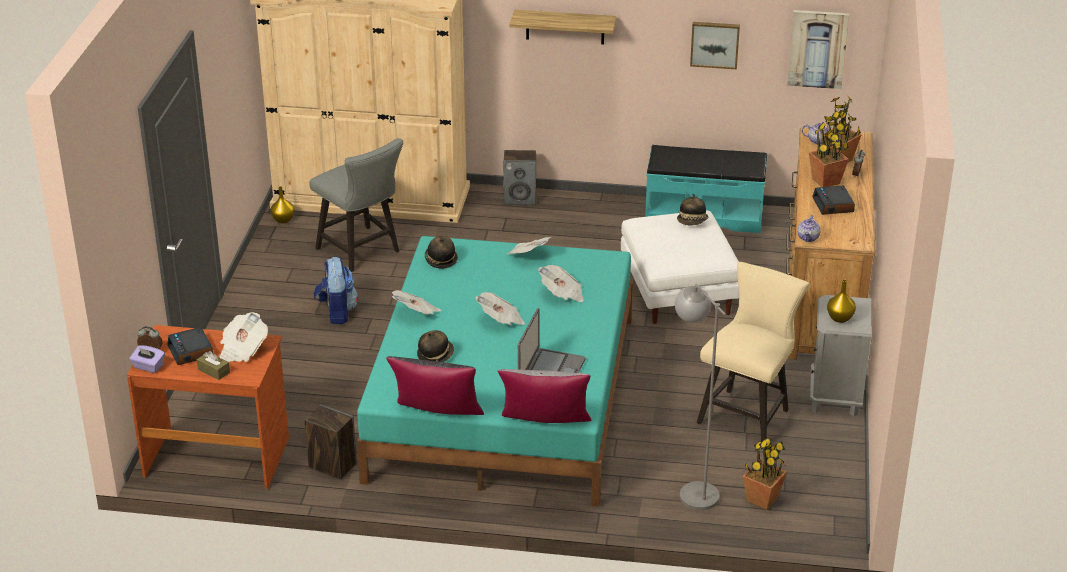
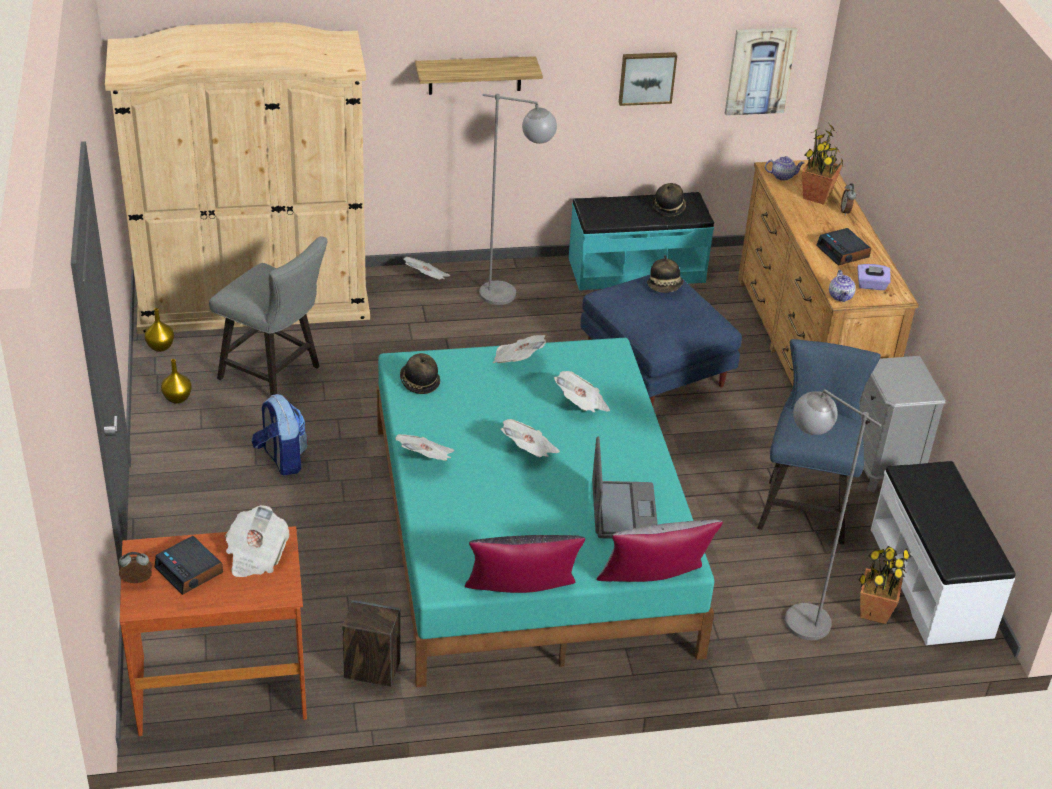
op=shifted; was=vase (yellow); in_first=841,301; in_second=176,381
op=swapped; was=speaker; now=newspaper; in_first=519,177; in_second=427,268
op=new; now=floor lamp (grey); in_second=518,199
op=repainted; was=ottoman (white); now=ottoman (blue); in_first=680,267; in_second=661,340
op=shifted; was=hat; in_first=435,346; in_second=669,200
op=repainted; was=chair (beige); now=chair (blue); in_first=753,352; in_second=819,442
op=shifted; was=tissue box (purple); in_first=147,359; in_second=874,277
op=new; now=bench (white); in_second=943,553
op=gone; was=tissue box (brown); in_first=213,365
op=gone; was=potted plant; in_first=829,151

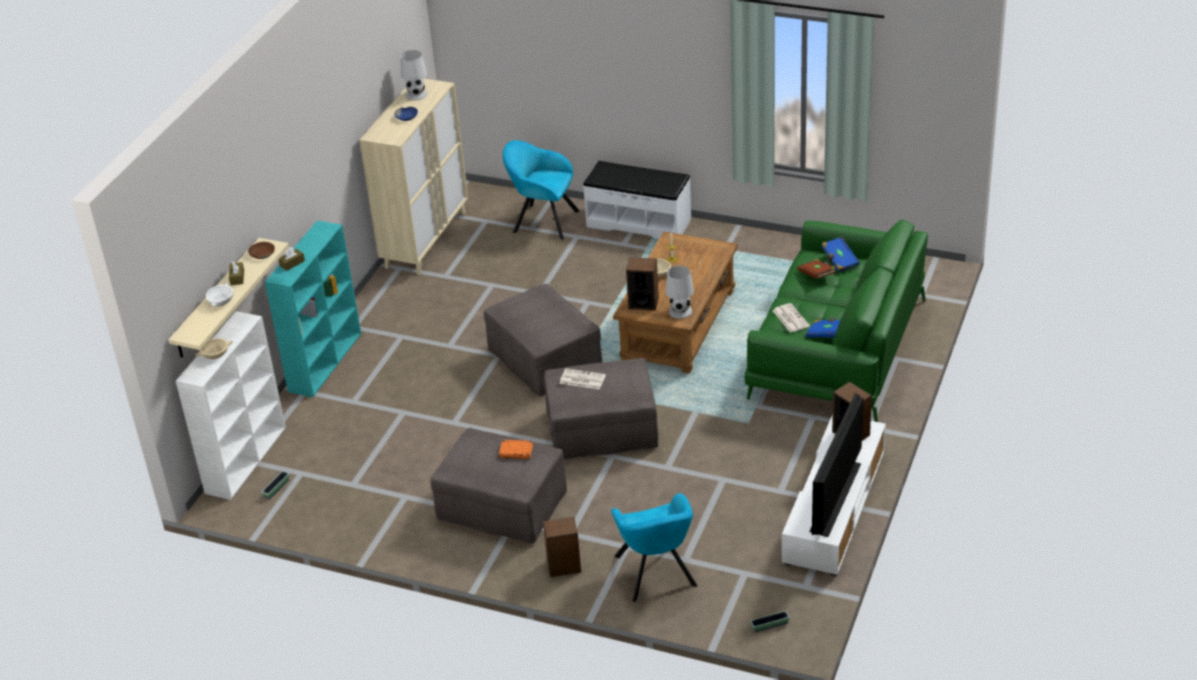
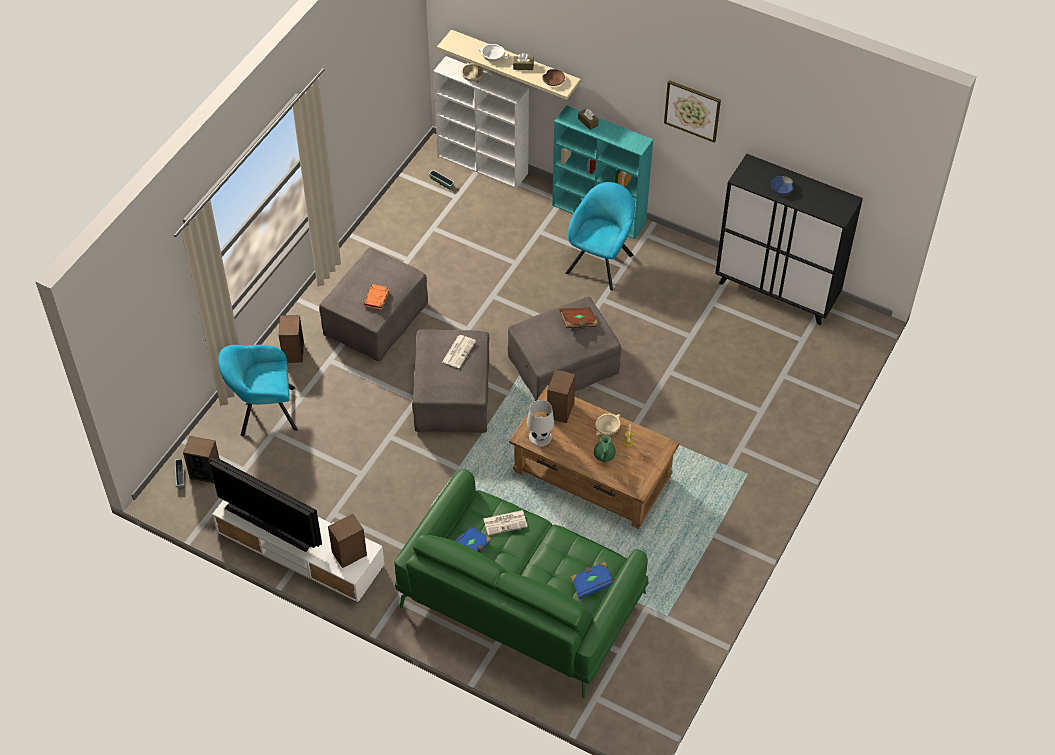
op=new; now=speaker; in_second=201,459
op=shifted; was=book (brown); in_first=816,269; in_second=578,318
op=shifted; was=armchair (turquoise); in_first=541,190; in_second=600,236
op=new; now=teapot (green); in_second=605,448
op=new; now=picture; in_second=692,111
op=repainted; was=cabinet (beige); now=cabinet (black); in_first=414,176; in_second=789,239
op=gone; was=table lamp (white); in_first=413,75
op=gone; was=bench (white); in_first=637,200

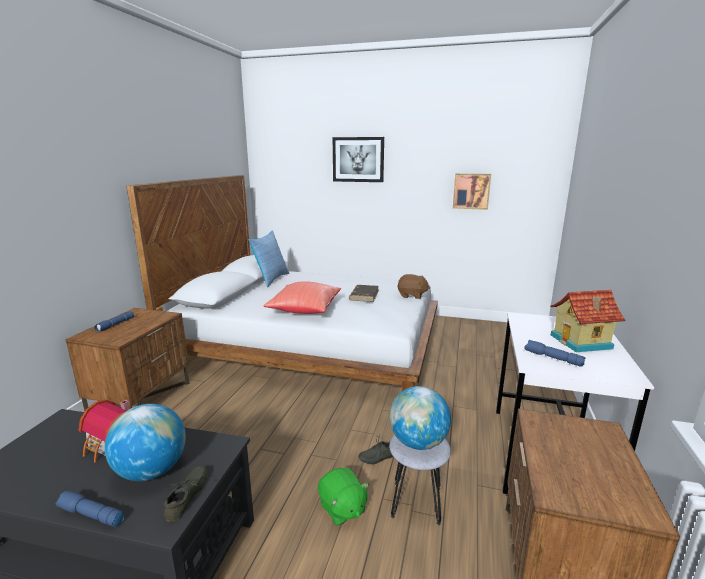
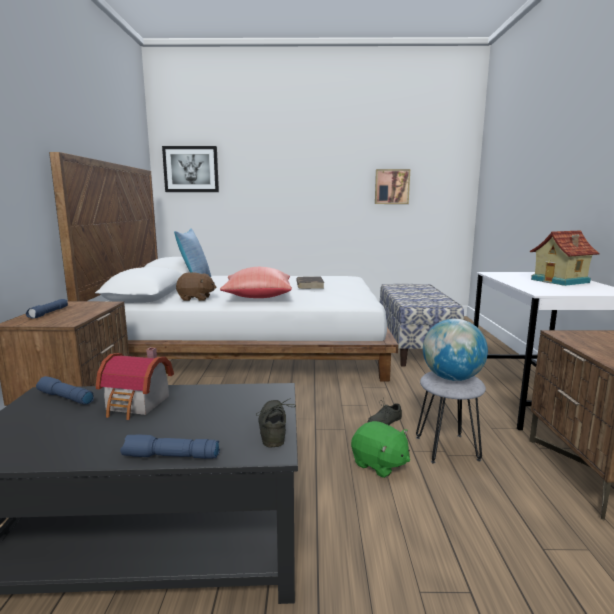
op=shifted; was=flashlight (blue); in_first=555,353; in_second=65,390
op=shifted; was=picture; in_first=358,159; in_second=190,169
op=shifted; was=plush toy (brown); in_first=413,286; in_second=196,286
op=new; now=bench; in_second=422,325
op=gone; was=globe; in_first=145,442

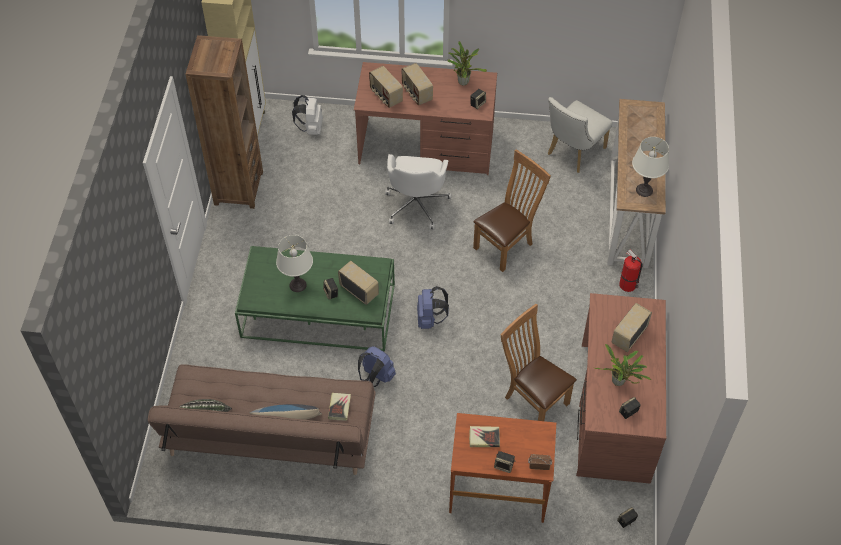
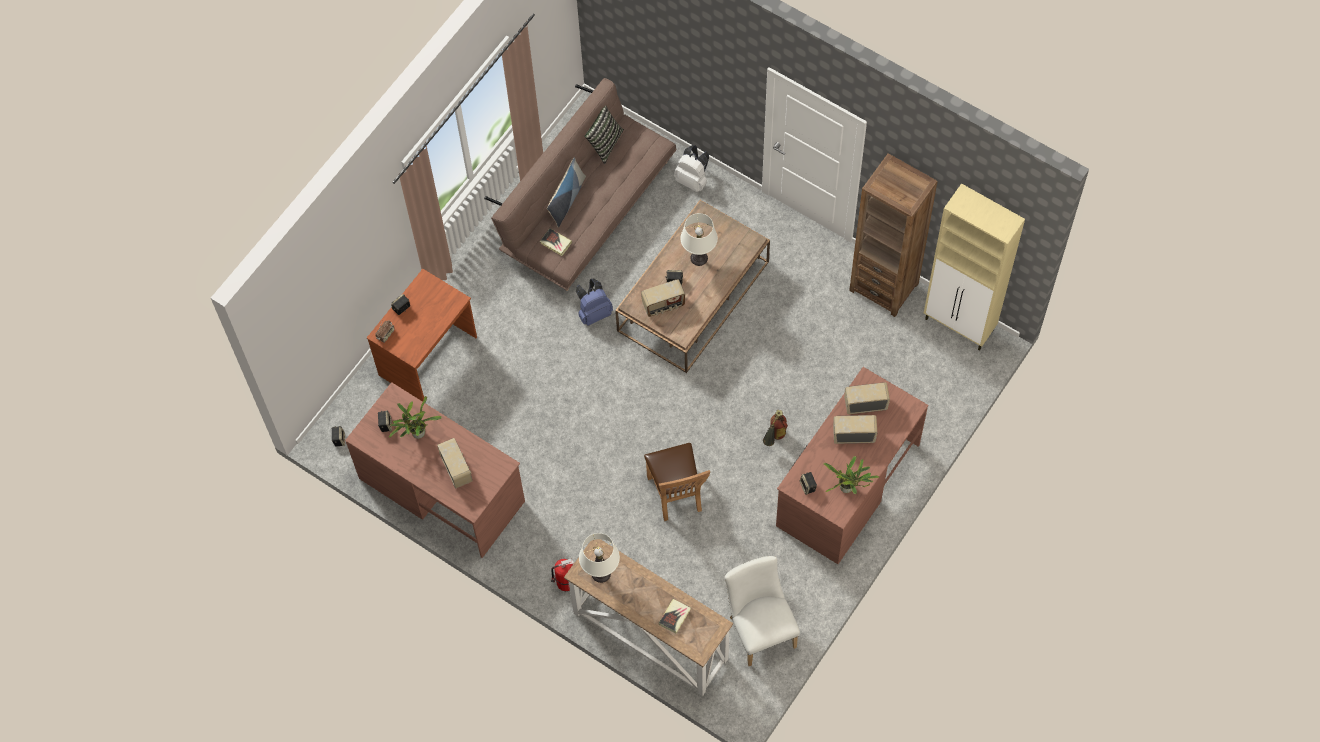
op=repainted; was=coffee table (green); now=coffee table (brown); in_first=315,299; in_second=692,286
op=shifted; was=book; in_first=484,436; in_second=675,616
op=shifted; was=backpack (white); in_first=307,115; in_second=691,168
op=swapped; was=office chair (white); now=fire extinguisher; in_first=418,191; in_second=775,428
op=gone; was=backpack (blue); in_first=433,307
op=gone; was=chair (brown); in_first=538,362

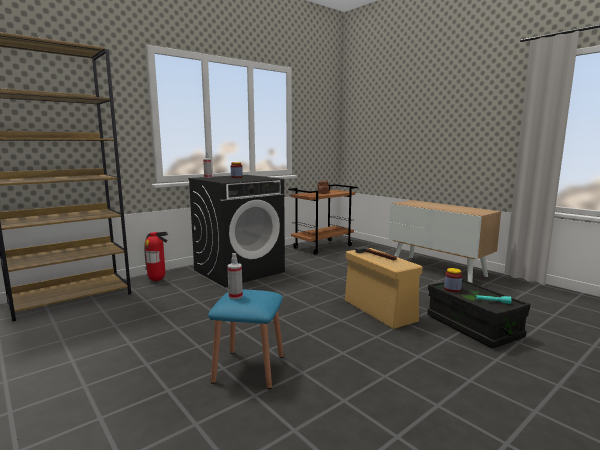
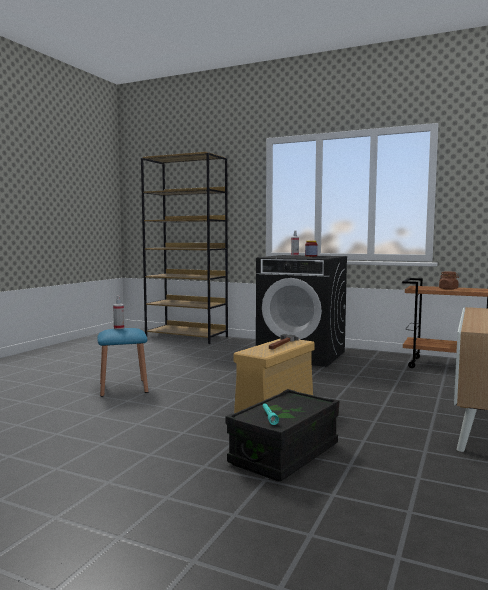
op=gone; was=fire extinguisher; in_first=156,256
op=gone; was=jar; in_first=453,280

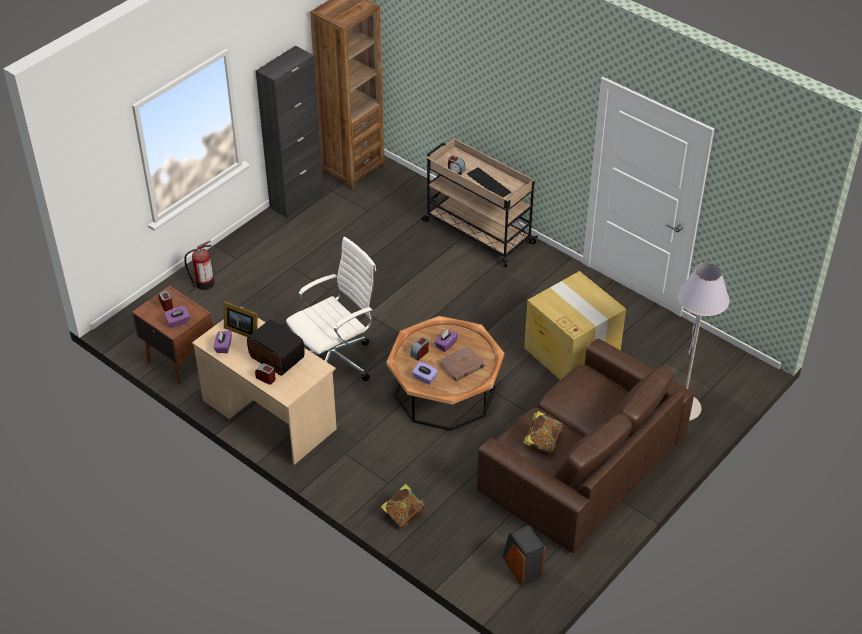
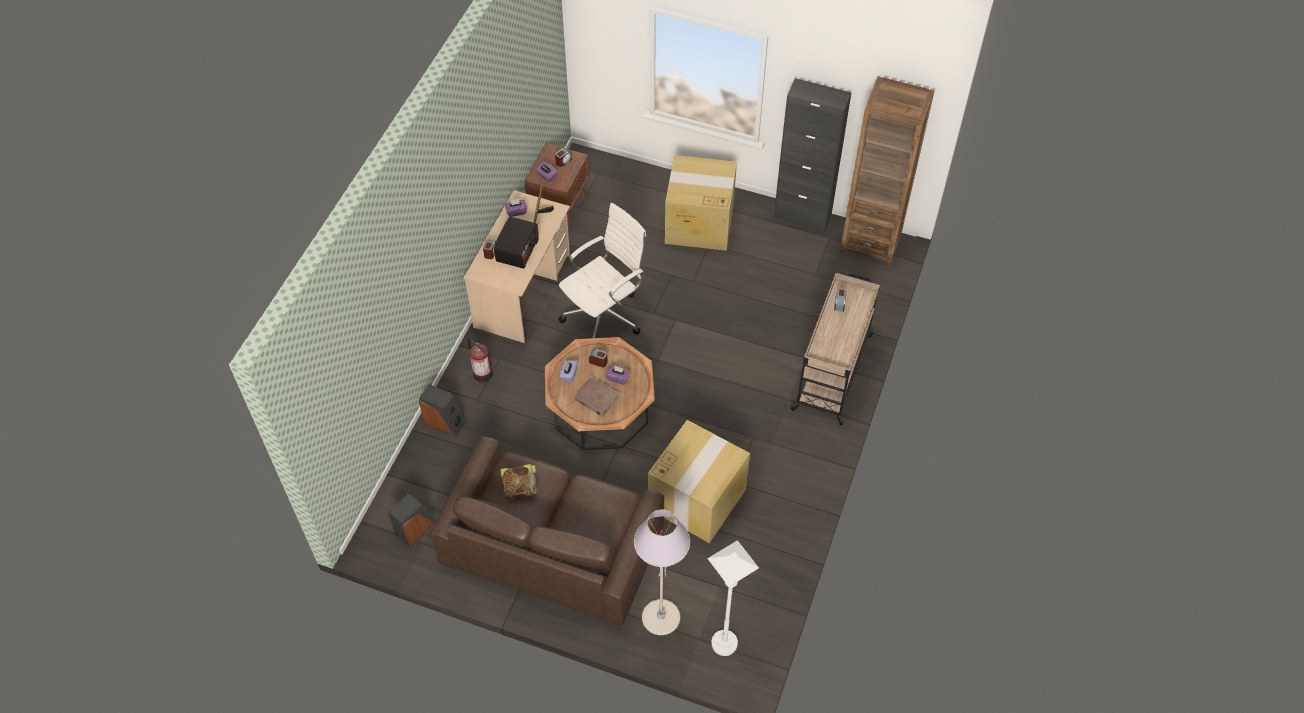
op=swapped; was=book; now=speaker; in_first=403,506; in_second=442,410
op=shifted; was=fire extinguisher; in_first=199,265; in_second=480,360
op=rotated; was=office chair (white); in_first=331,309; in_second=602,270; clockwise=-75
op=new; now=cardboard box; in_second=701,203
op=new; now=floor lamp (white); in_second=733,598
op=gone; was=keyboard; in_first=489,182

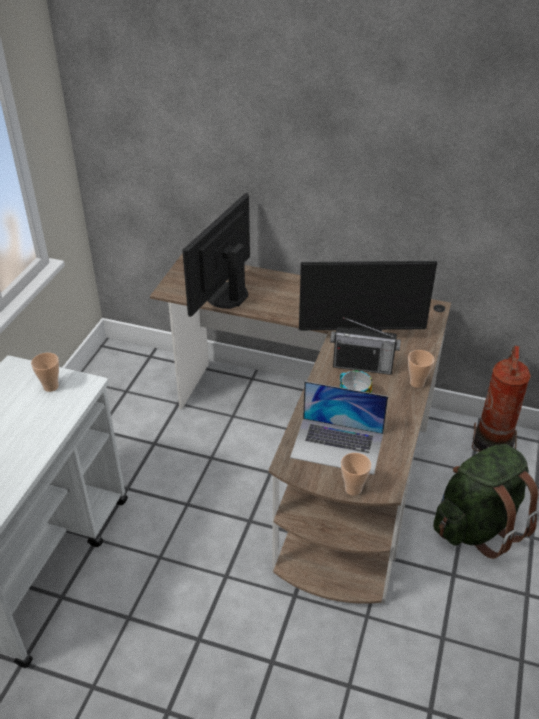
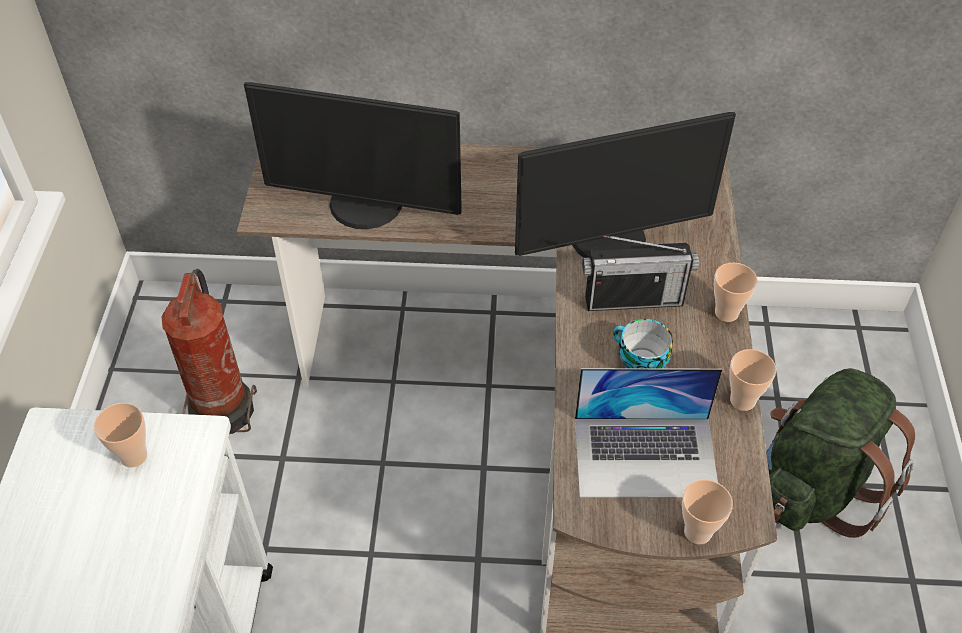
op=shifted; was=fire extinguisher; in_first=501,399; in_second=209,351
op=rotated; was=monitor; in_first=216,255; in_second=353,155; clockwise=-90
op=new; now=cup; in_second=752,380

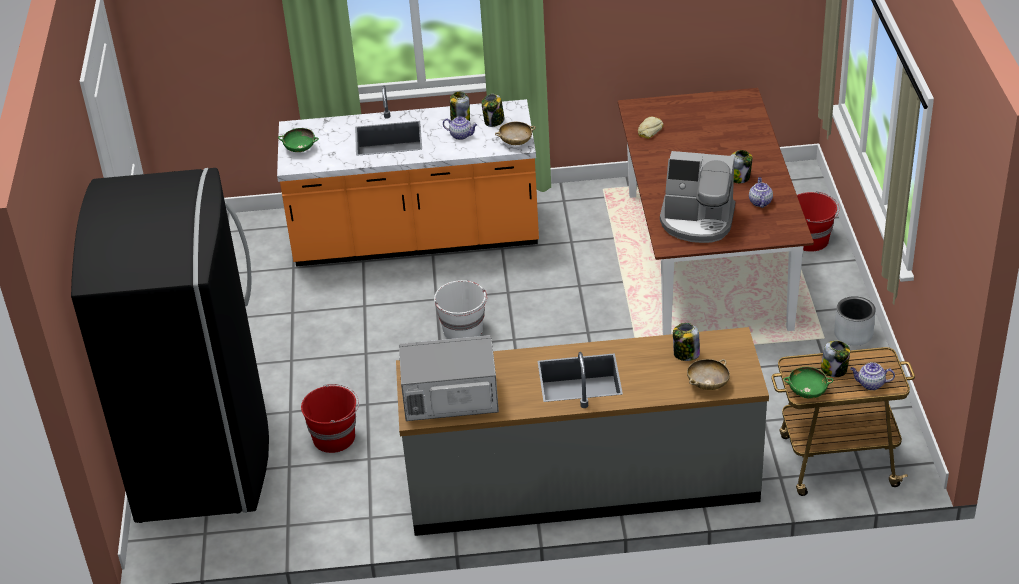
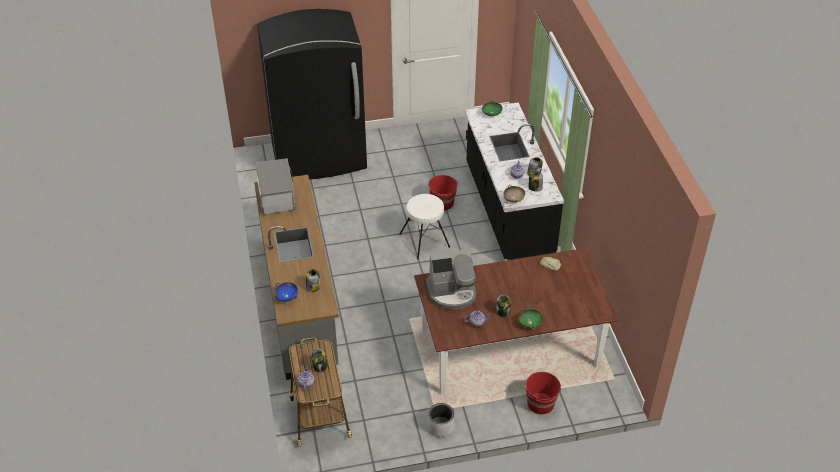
op=repainted; was=bowl (beige); now=bowl (blue); in_first=708,374; in_second=286,292
op=swapped; was=bucket (white); now=stool (white); in_first=460,309; in_second=424,226
op=rotated; was=coffee machine; in_first=697,197; in_second=451,279; clockwise=-105
op=shifted; was=bucket (red); in_first=330,418; in_second=443,192
op=repainted; was=counter (orange); now=counter (black); in_first=408,176; in_second=514,181
op=shifted; was=bowl (green); in_first=808,383; in_second=530,318

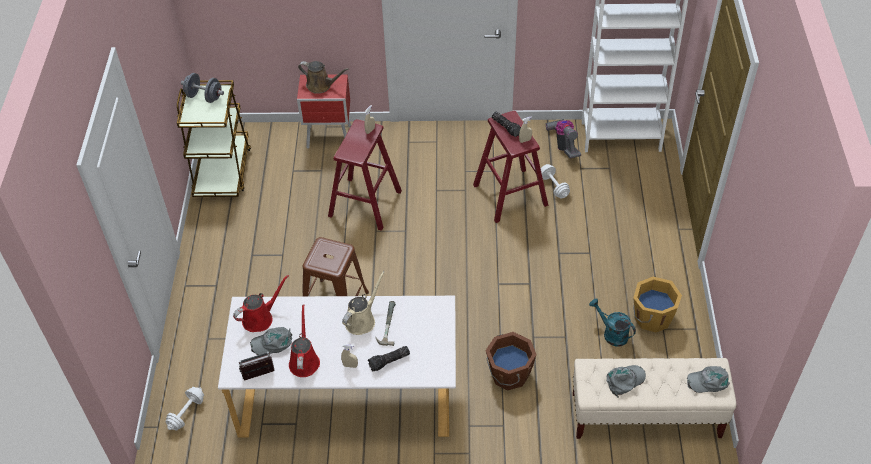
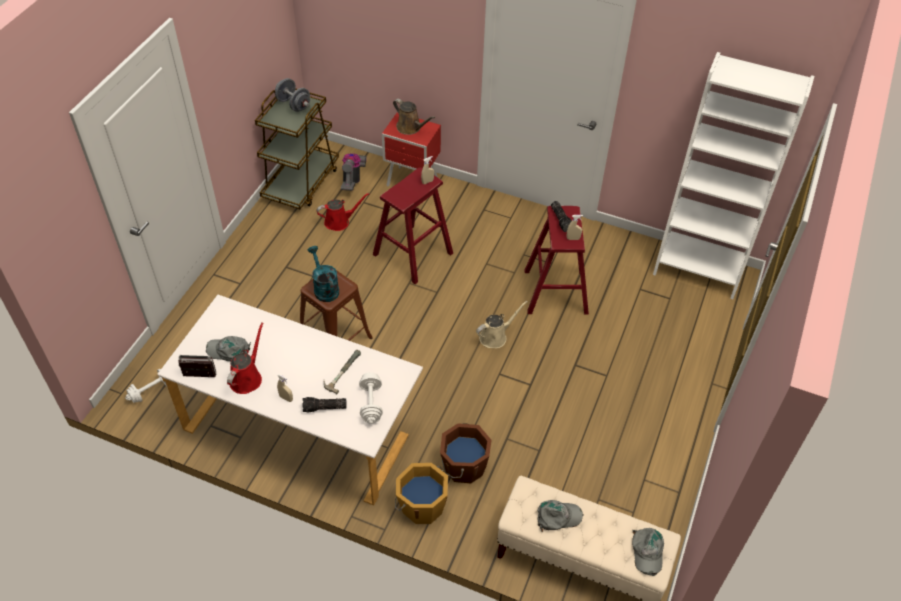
op=shifted; was=watering can (turquoise); in_first=612,322; in_second=323,274
op=shifted; was=watering can (red); in_first=261,303; in_second=343,212
op=shifted; was=vacuum cleaner; in_first=563,138; in_second=354,172
op=shifted; was=dumbbell (white); in_first=555,181; in_second=371,398
op=shifted; was=bucket (orange); in_first=657,304; in_second=421,493
op=shifted; was=watering can (beige); in_first=363,303; in_second=502,324
op=rotated; was=cap (grey); in_first=708,379; in_second=648,552; clockwise=-105

